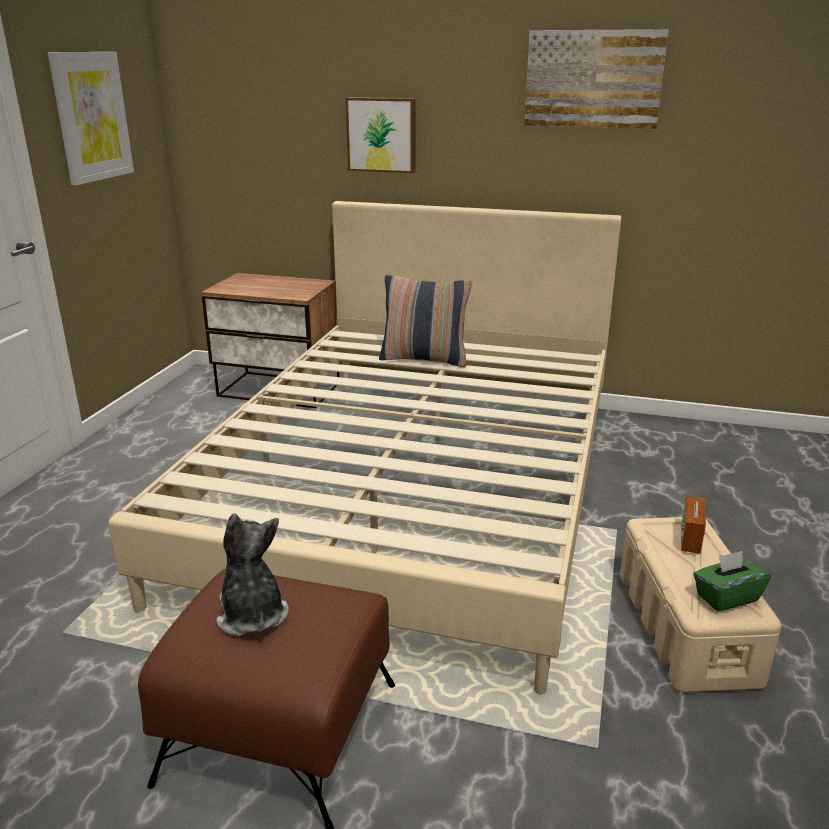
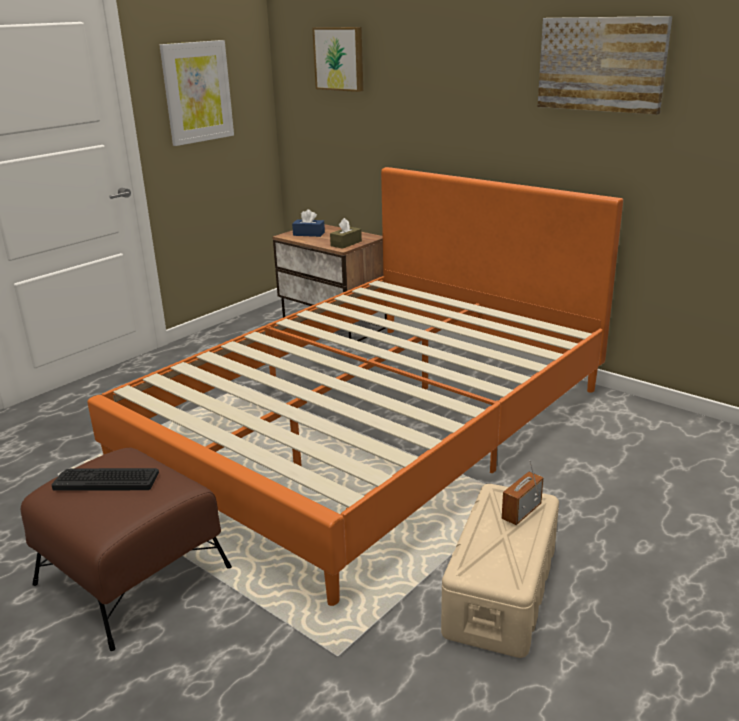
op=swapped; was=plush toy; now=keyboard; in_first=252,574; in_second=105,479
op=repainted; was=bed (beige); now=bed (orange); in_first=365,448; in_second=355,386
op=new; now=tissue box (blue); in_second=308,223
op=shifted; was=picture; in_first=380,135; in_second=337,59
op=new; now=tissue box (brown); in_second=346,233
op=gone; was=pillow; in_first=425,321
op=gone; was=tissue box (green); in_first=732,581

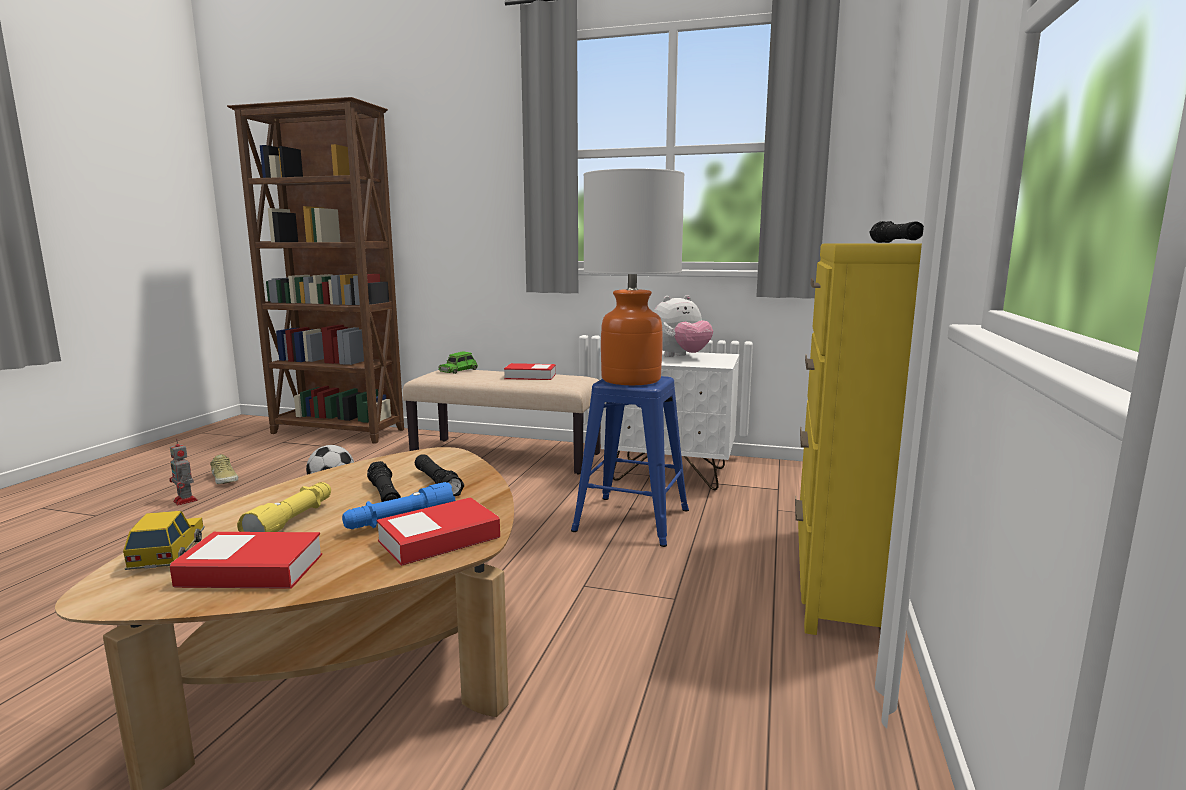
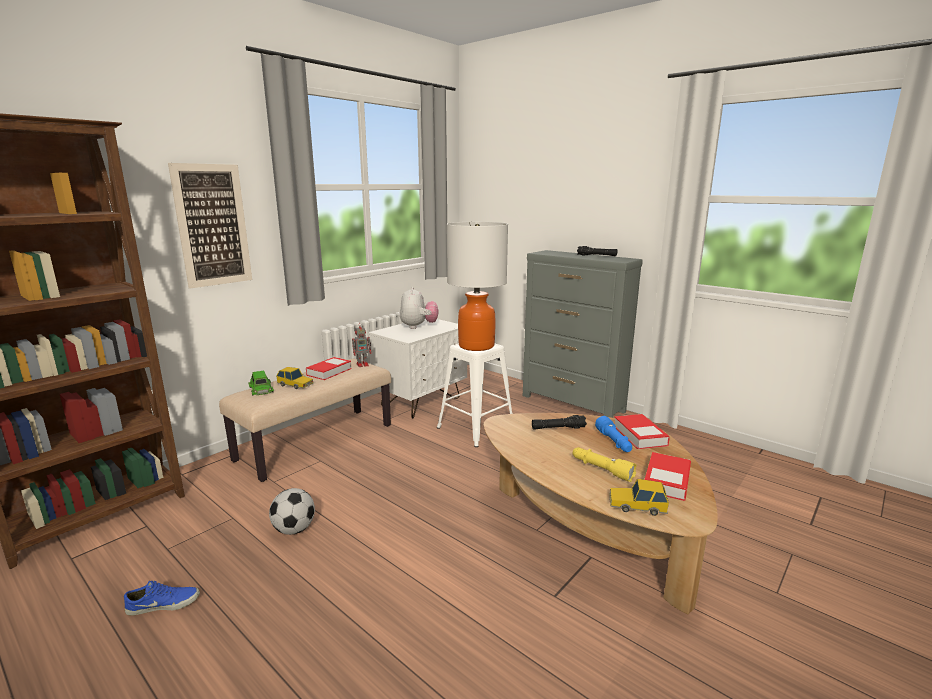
op=repainted; was=shoe (beige); now=shoe (blue); in_first=224,469; in_second=162,598
op=new; now=picture; in_second=210,226
op=new; now=toy car; in_second=294,378
op=shifted; was=toy robot; in_first=183,471; in_second=361,346
op=repainted; was=stool (blue); now=stool (white); in_first=630,461; in_second=475,395
op=repainted; was=dresser (yellow); now=dresser (grey); in_first=858,439; in_second=583,334
op=gone; was=flashlight (black); in_first=384,481

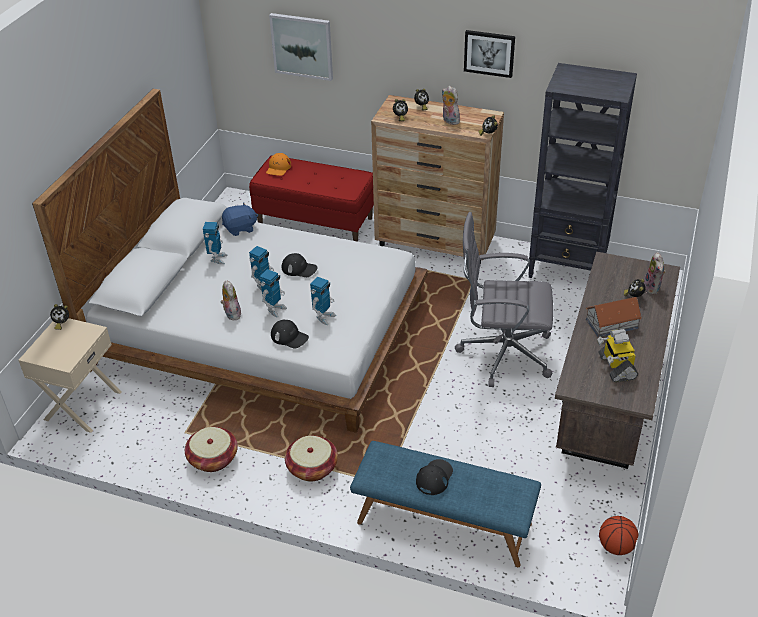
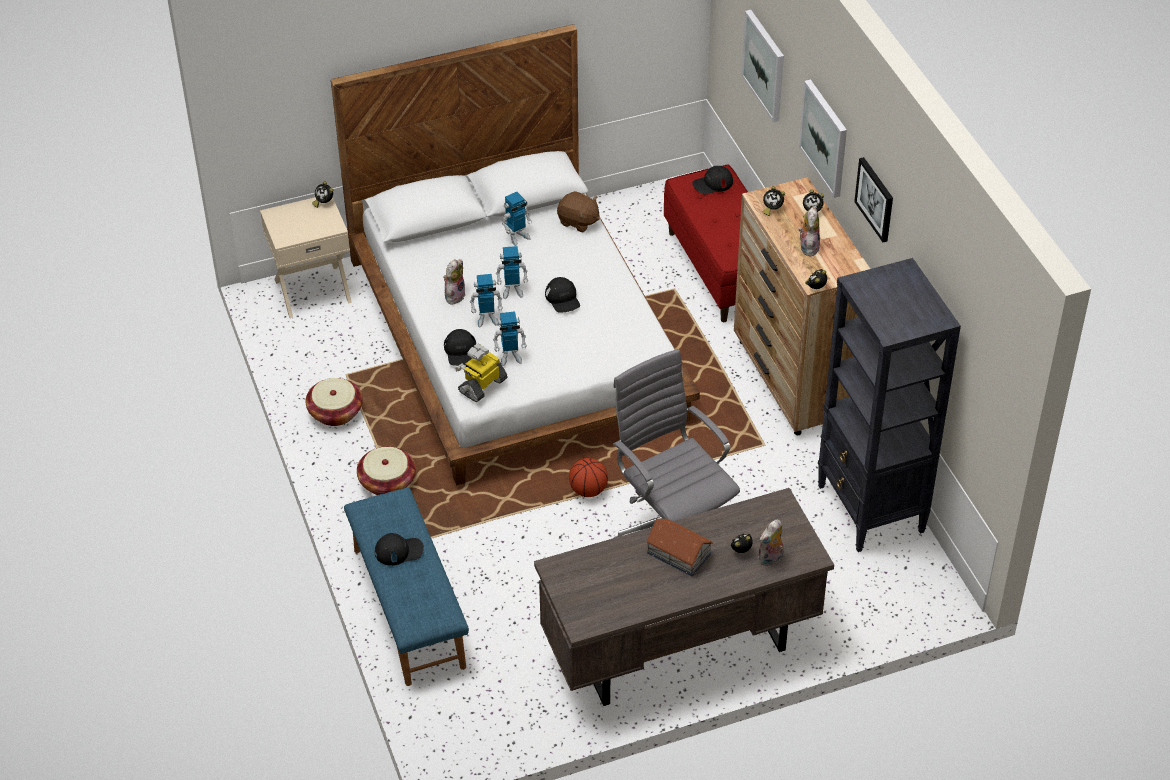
op=shifted; was=toy robot; in_first=617,356; in_second=481,373
op=repainted; was=plush toy (blue); now=plush toy (brown); in_first=240,219; in_second=578,212
op=shifted; was=basketball; in_first=619,535; in_second=588,477
op=repainted; was=cap (orange); now=cap (black); in_first=278,164; in_second=712,180
op=new; now=picture; in_second=823,138

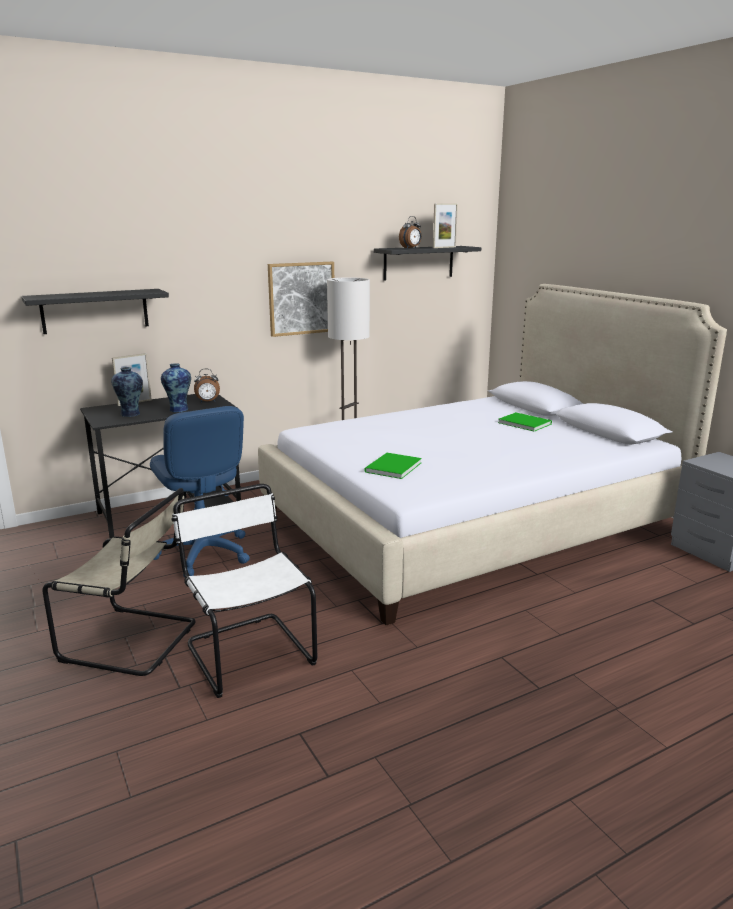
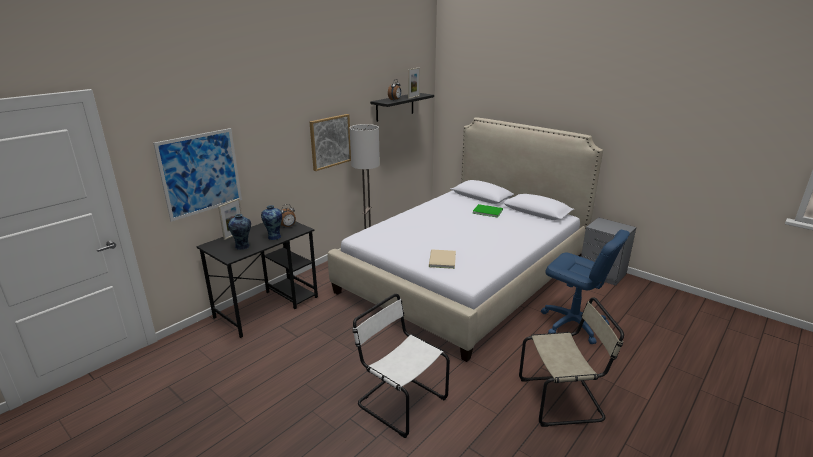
op=swapped; was=shelf (black); now=picture; in_first=95,311; in_second=197,175
op=repainted; was=book (green); now=book (beige); in_first=393,466; in_second=442,259
op=shifted; was=chair (beige); in_first=119,582; in_second=571,362
op=shifted; was=office chair (blue); in_first=200,491; in_second=585,287

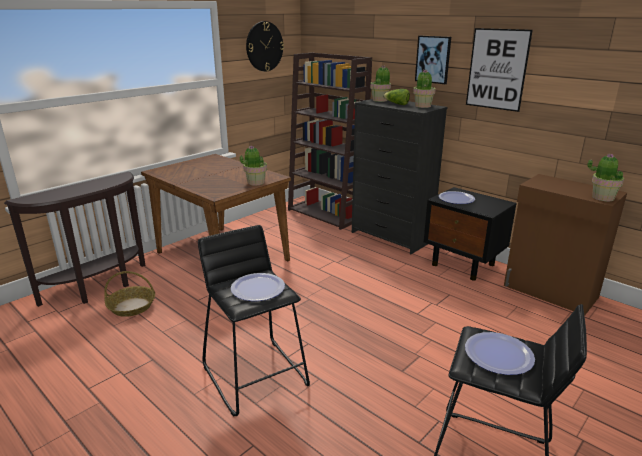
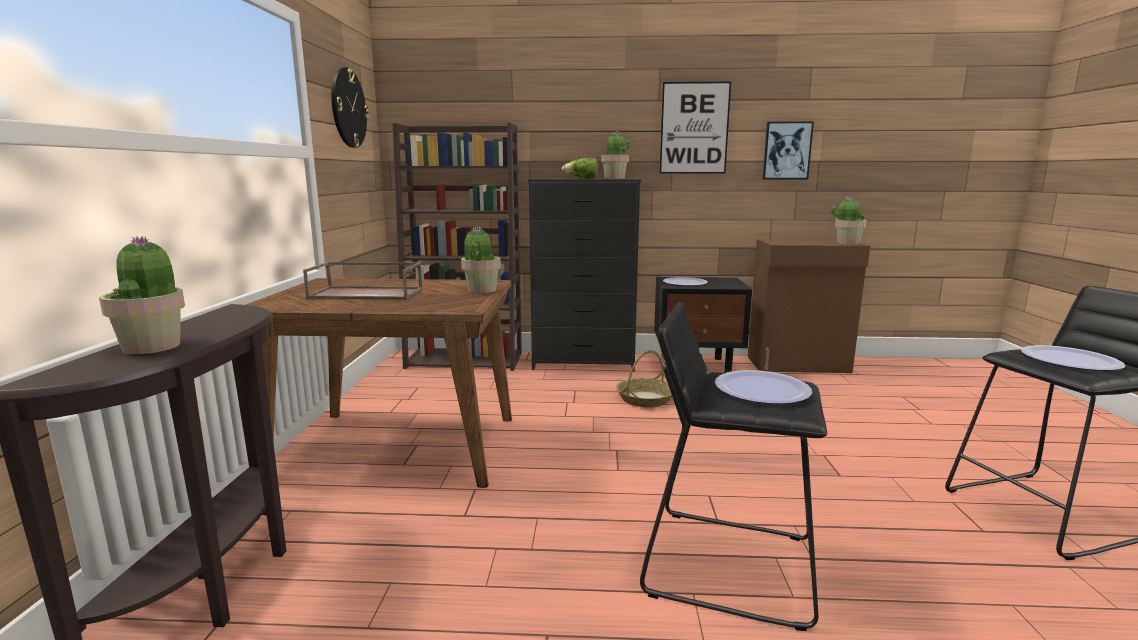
op=shifted; was=potted plant; in_first=380,84; in_second=142,295
op=new; now=tray (brown); in_second=363,281
op=shifted; was=basket; in_first=129,294; in_second=644,379
op=shifted; was=picture; in_first=433,59; in_second=788,150

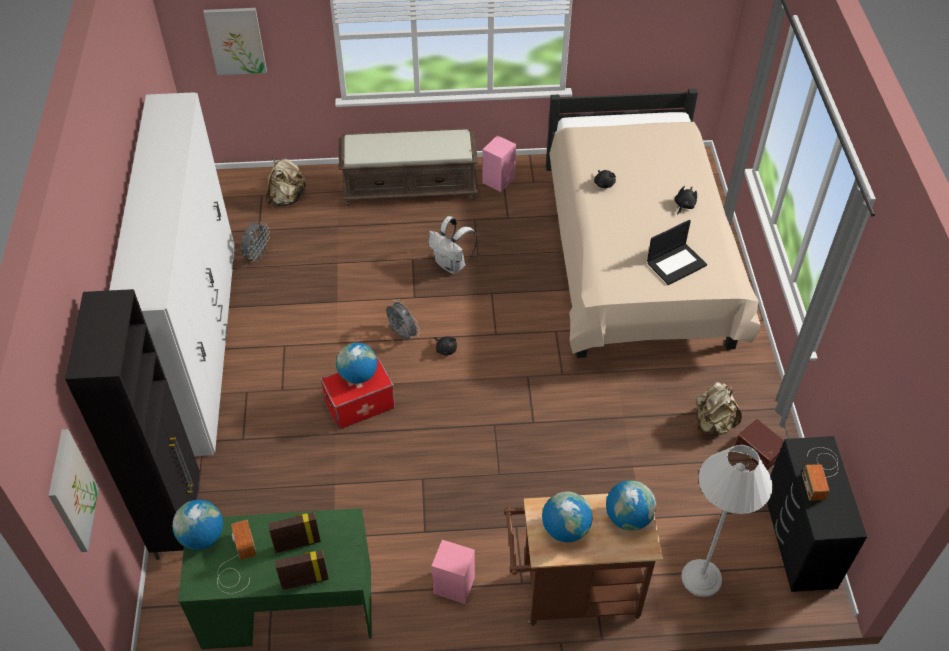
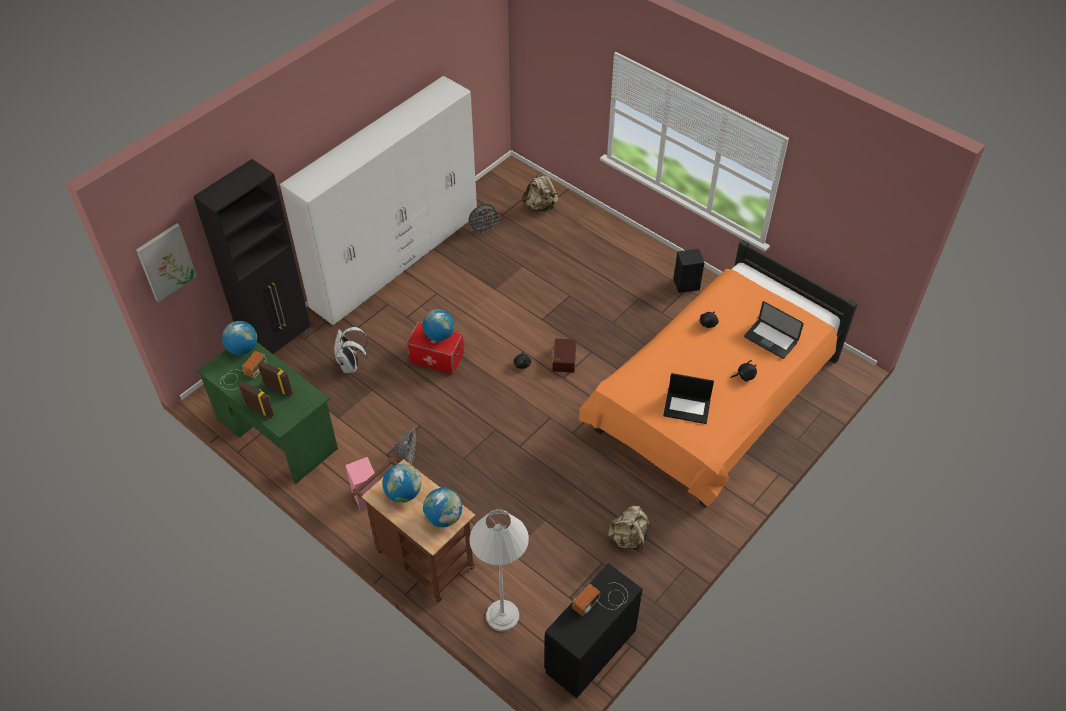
op=shifted; was=backpack (white); in_first=452,245; in_second=351,350
op=shifted; was=fan (grey); in_first=403,319; in_second=405,446
op=shifted; was=storage box (brown); in_first=759,444; in_second=563,355
op=repainted; was=bed (beige); now=bed (orange); in_first=653,223; in_second=718,373
op=repainted; was=speaker (pink); now=speaker (black); in_first=499,163; in_second=689,271
op=new; now=laptop; in_second=774,330
op=gone; was=picture; in_first=235,41
op=gone; was=bench (brown); in_first=408,167

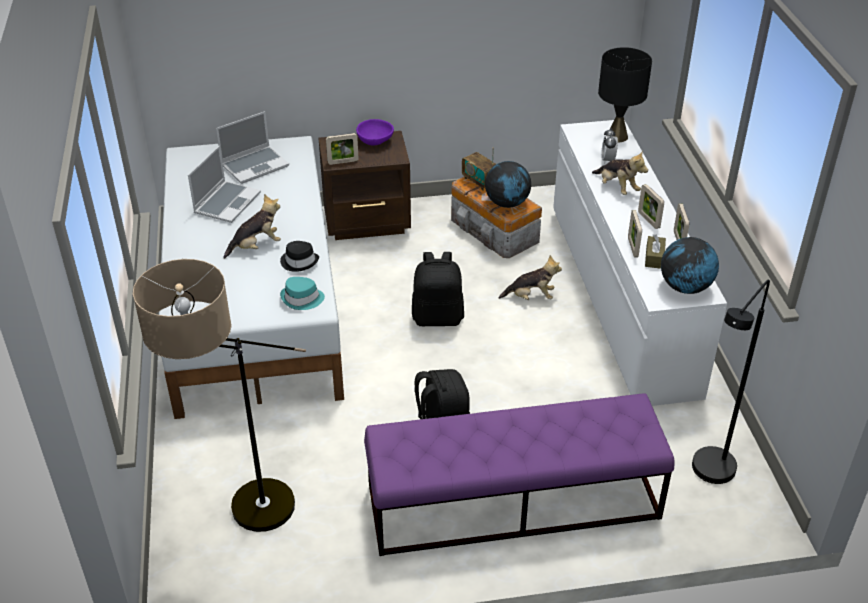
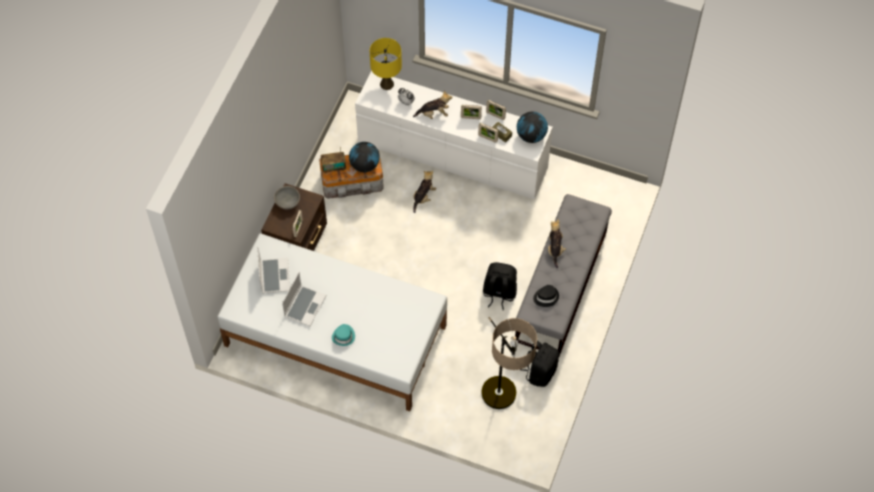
op=repainted; was=bowl (purple); now=bowl (grey); in_first=375,132; in_second=287,197
op=rotated; was=laptop; in_first=224,184; in_second=304,299; clockwise=60
op=shifted; was=hat (turquoise); in_first=302,293; in_second=343,335
op=repainted; was=table lamp (black); now=table lamp (yellow); in_first=625,94; in_second=386,64
op=repainted; was=bench (purple); now=bench (grey); in_first=519,474; in_second=563,275
op=shifted; was=backpack (black); in_first=438,289; in_second=539,364
op=shifted; was=hat (black); in_first=299,256; in_second=546,296
op=shifted; was=plush toy; in_first=252,226; in_second=557,243
op=gone; was=floor lamp (black); in_first=731,382

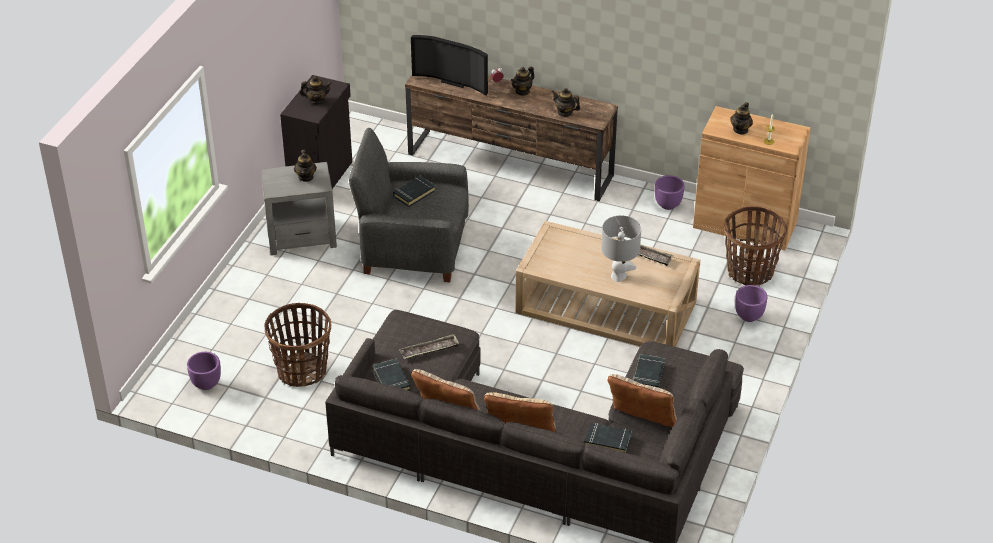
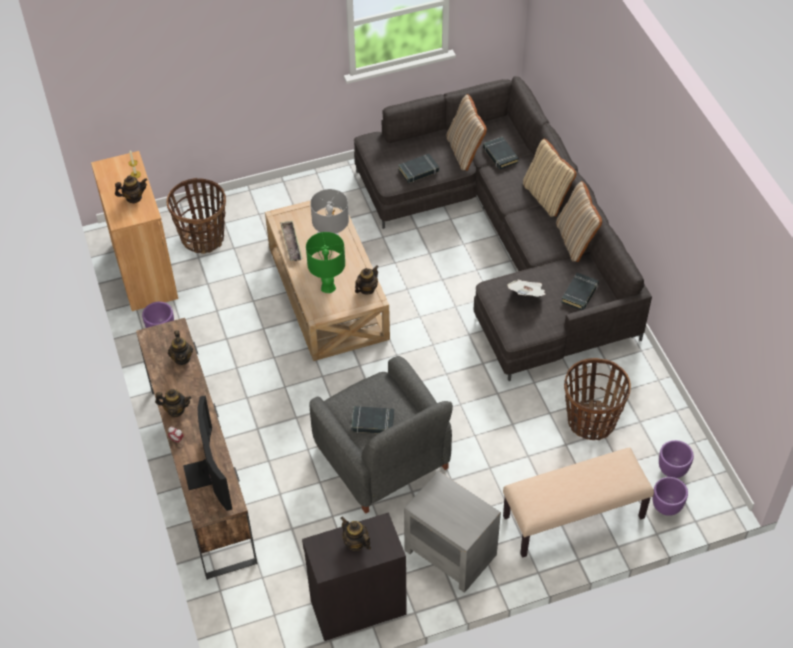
op=new; now=table lamp (green); in_second=325,262
op=shifted; was=teapot; in_first=305,166; in_second=367,280
op=new; now=bench (beige); in_second=578,503
op=swapped; was=tray; now=newspaper; in_first=429,346; in_second=527,288
op=shifted; was=planter (purple); in_first=751,303; in_second=670,496

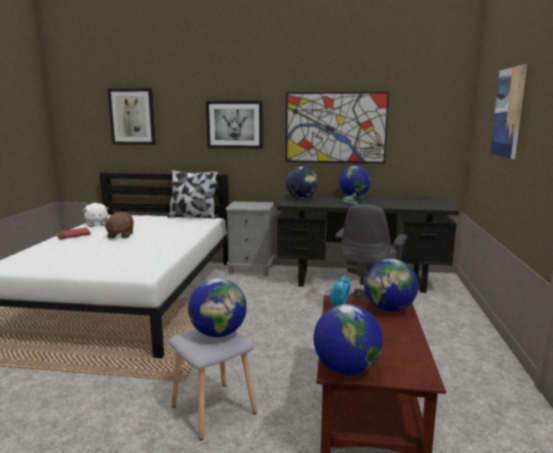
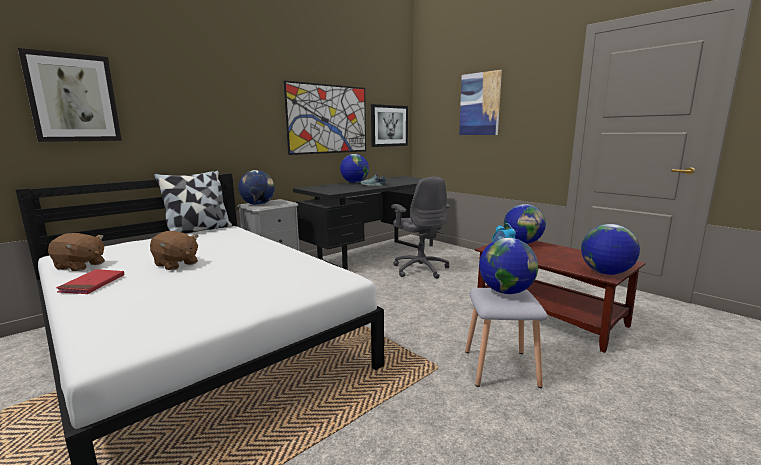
op=repainted; was=plush toy (white); now=plush toy (brown); in_first=96,215; in_second=76,252
op=shifted; was=globe; in_first=302,183; in_second=256,187
op=shifted; was=picture; in_first=234,125; in_second=389,125

